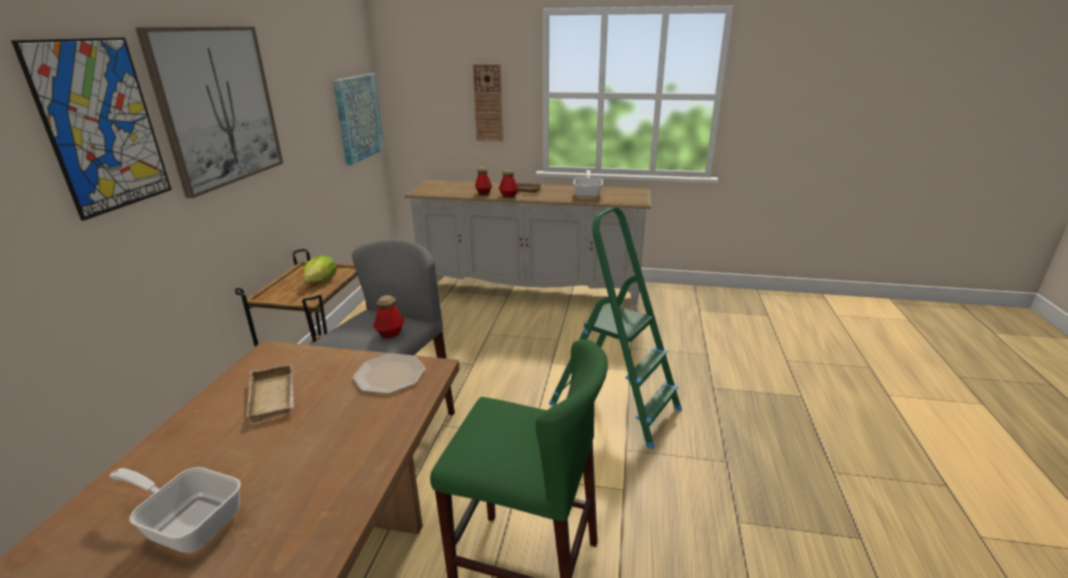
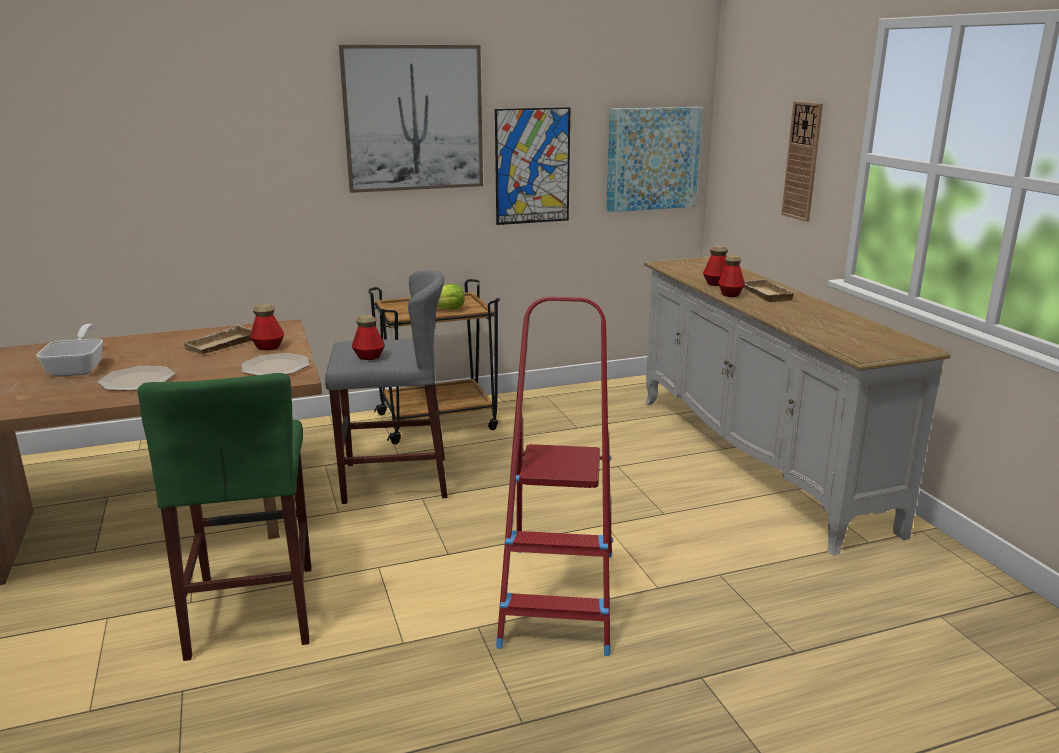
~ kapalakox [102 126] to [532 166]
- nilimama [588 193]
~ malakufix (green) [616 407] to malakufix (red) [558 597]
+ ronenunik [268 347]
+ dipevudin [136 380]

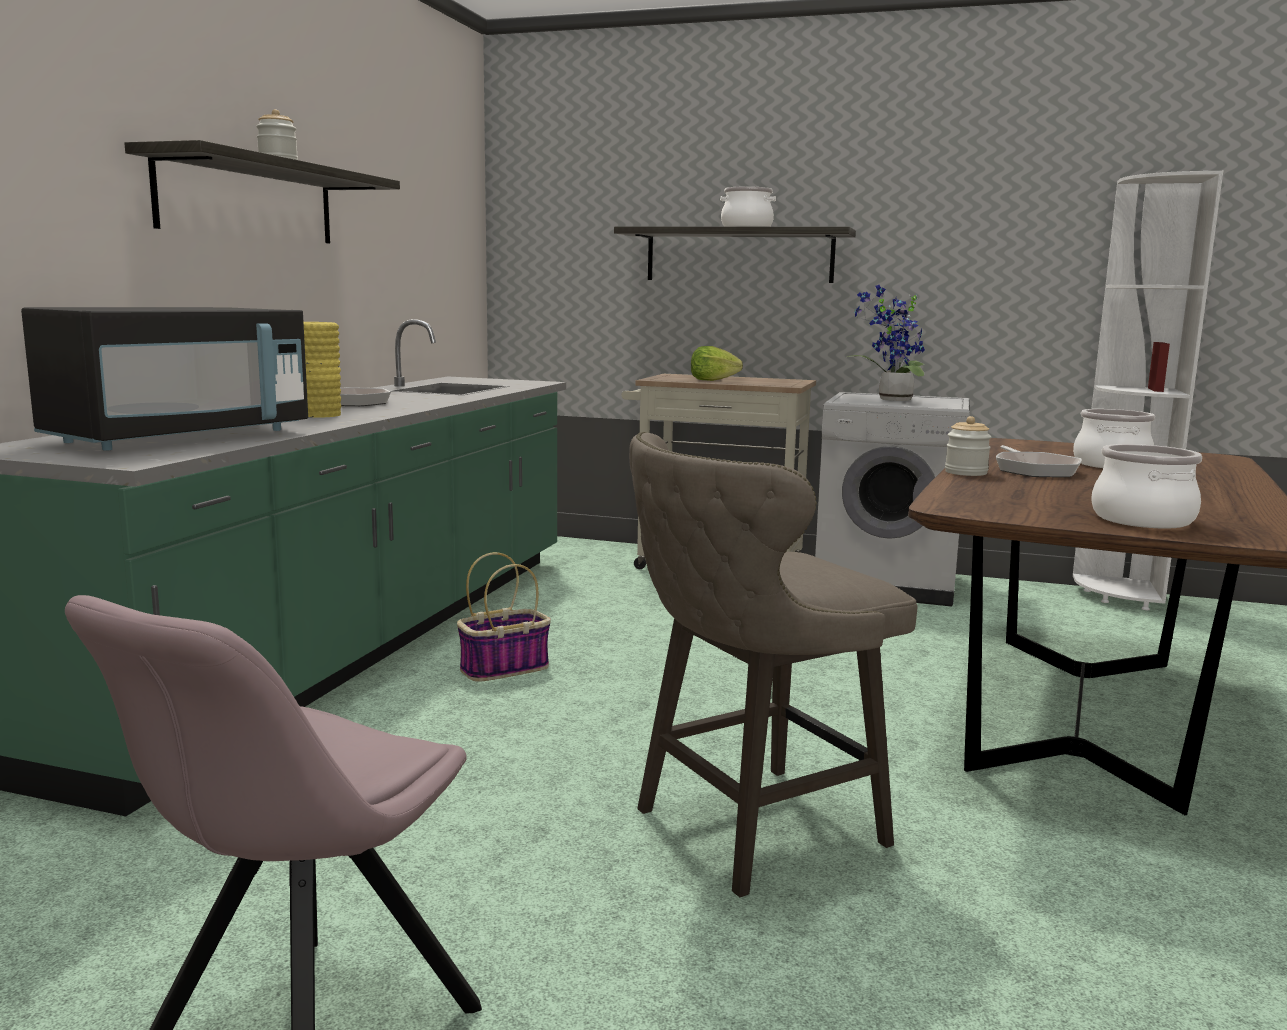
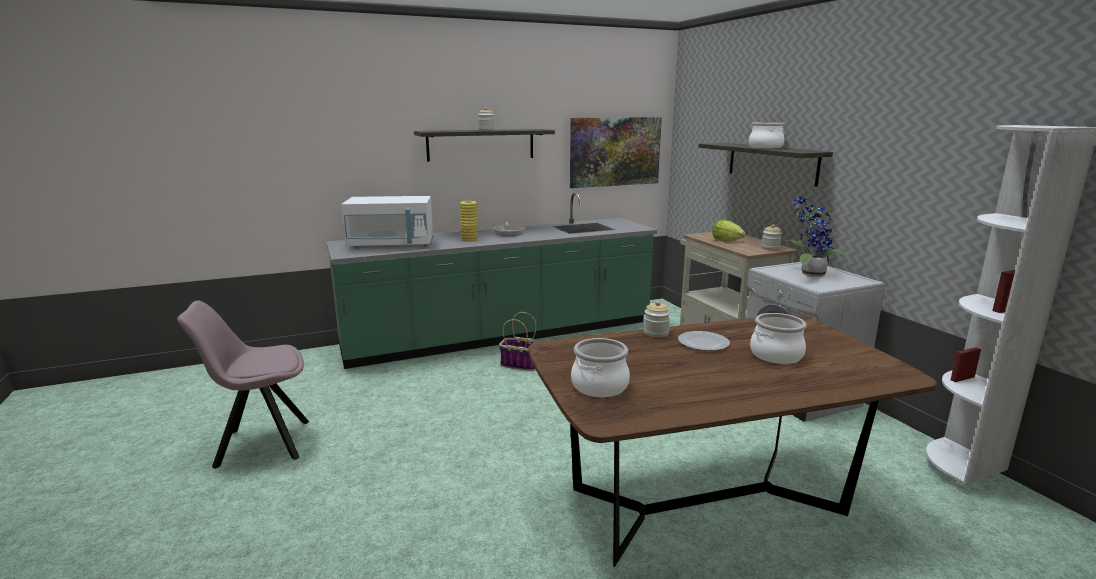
~ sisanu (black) [181 437] to sisanu (white) [392 245]
- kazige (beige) [750 829]
~ nilimama [1034 470] to dipevudin [704 343]
+ kapalakox [615 151]
+ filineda [770 248]

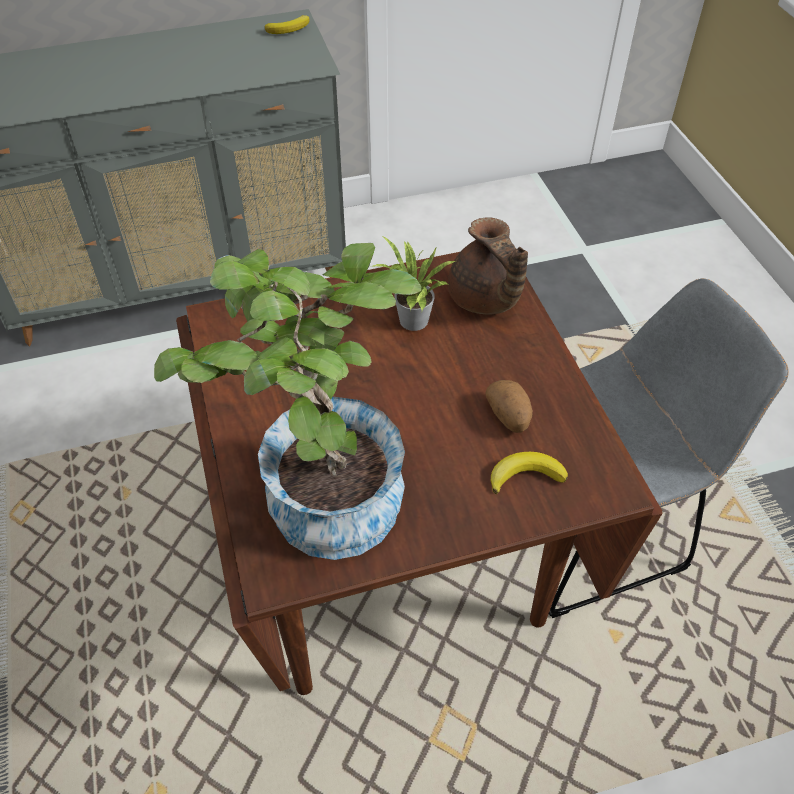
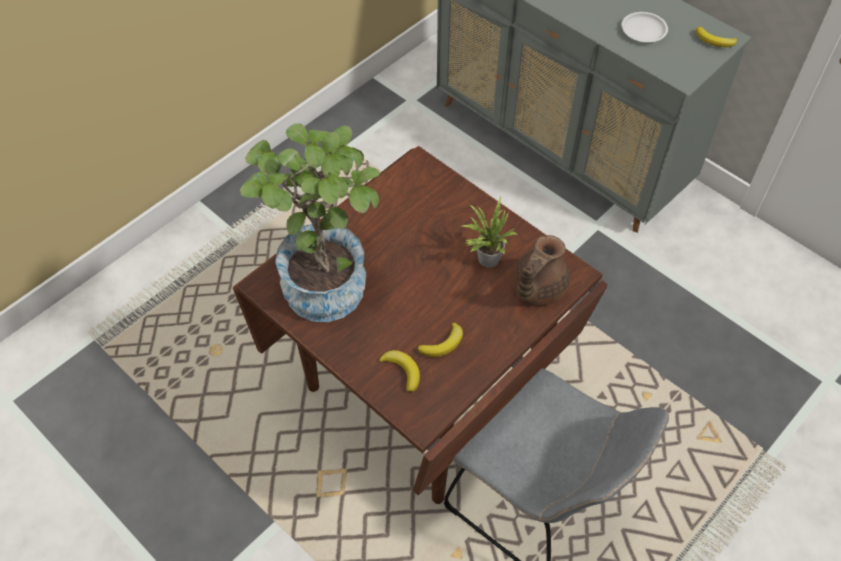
~ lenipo [509 417] to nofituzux [443 344]
+ dipevudin (white) [643 30]

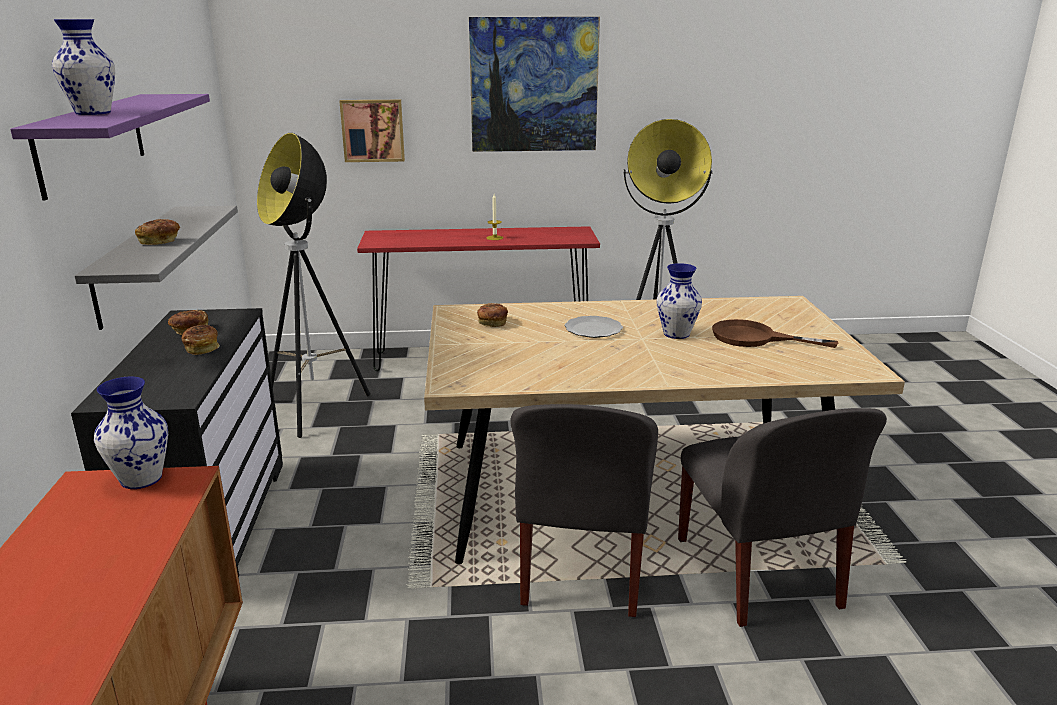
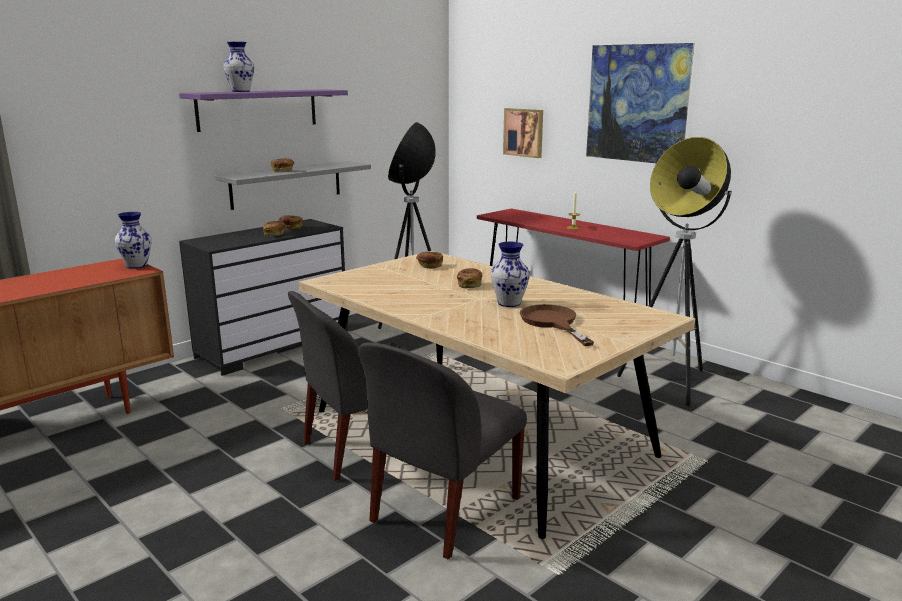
~ dipevudin [592 329] to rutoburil [470 285]

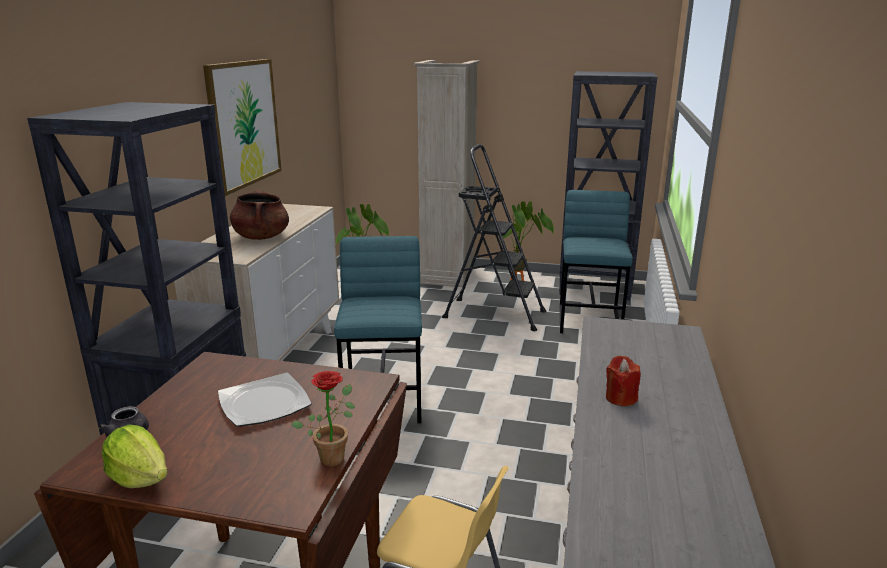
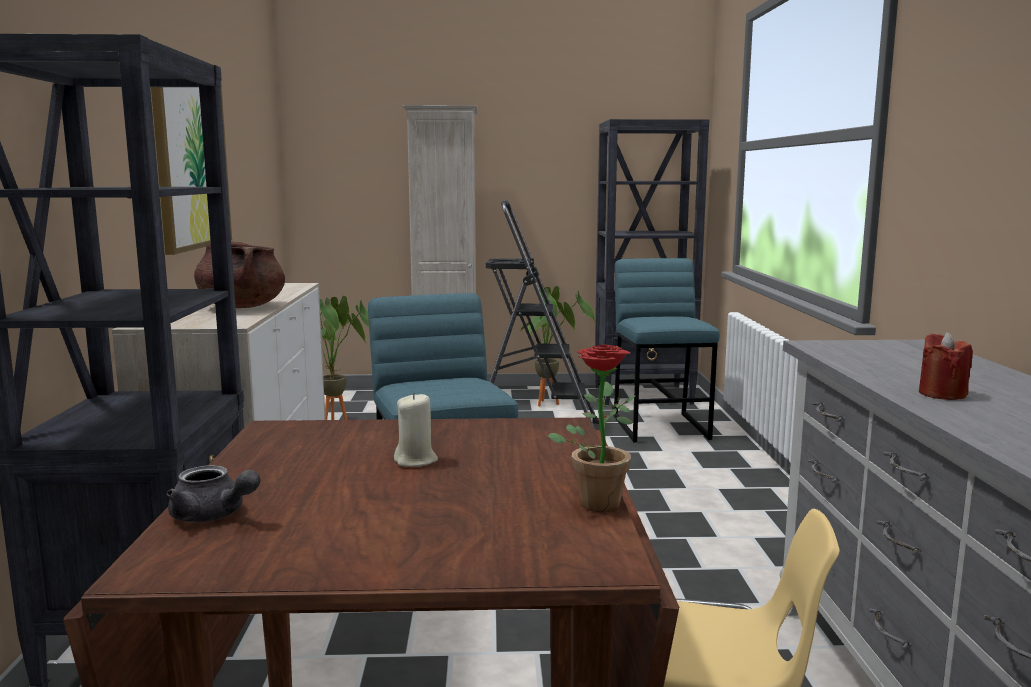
~ dipevudin [264 404] to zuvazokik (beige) [416 461]
- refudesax [140 477]

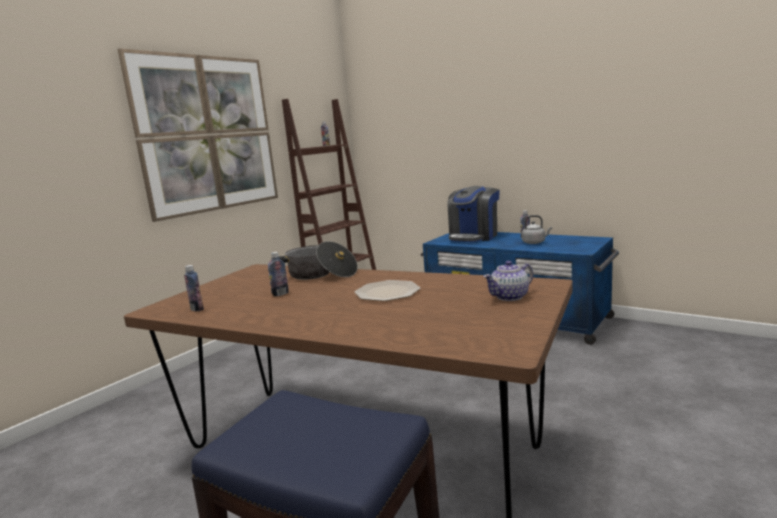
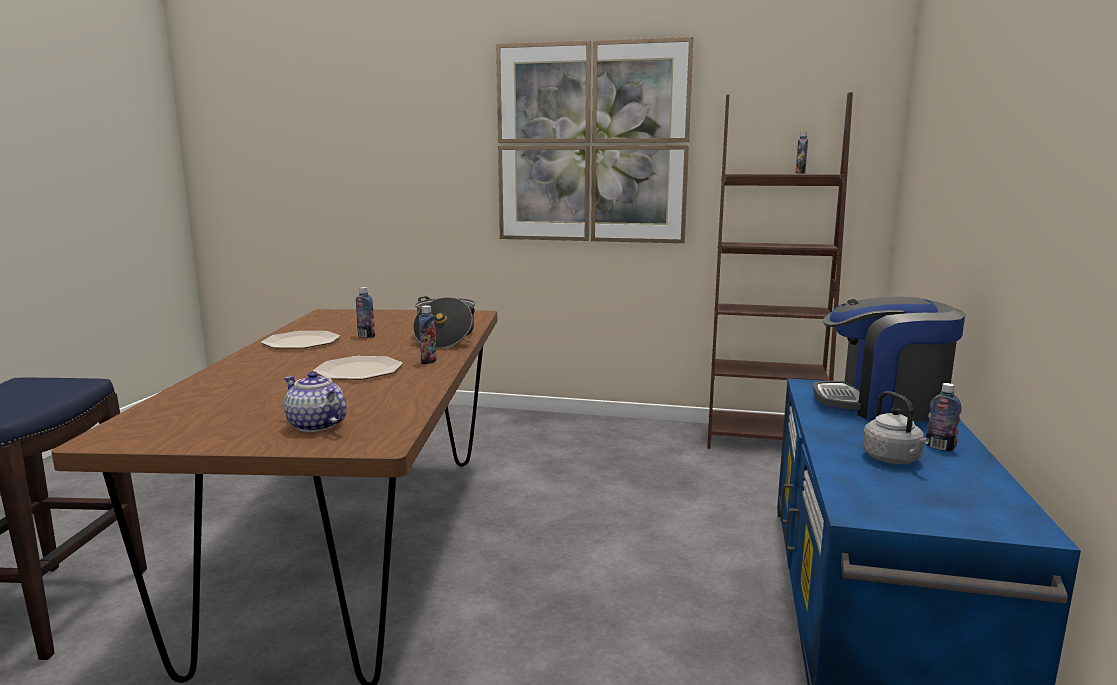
~ ronenunik [197 309] to [428 361]
+ dipevudin [301 342]

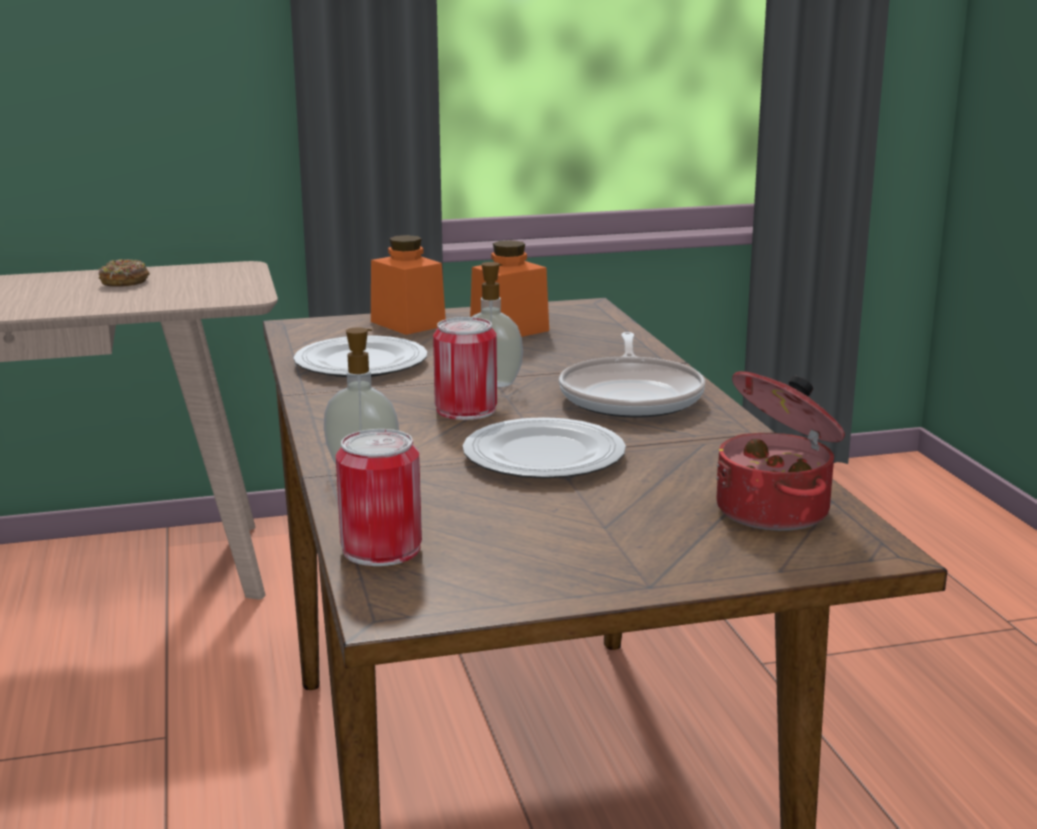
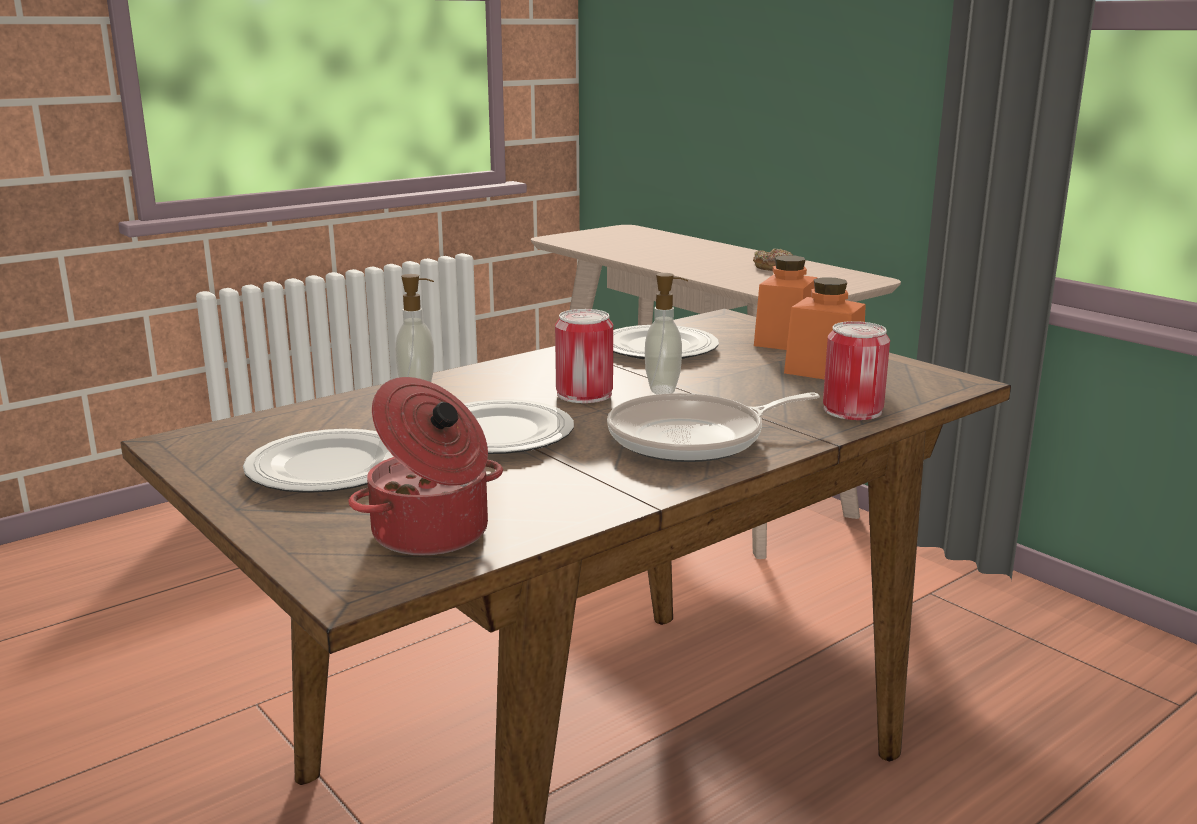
~ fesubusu [381 549] to [852 410]
+ dipevudin [328 469]

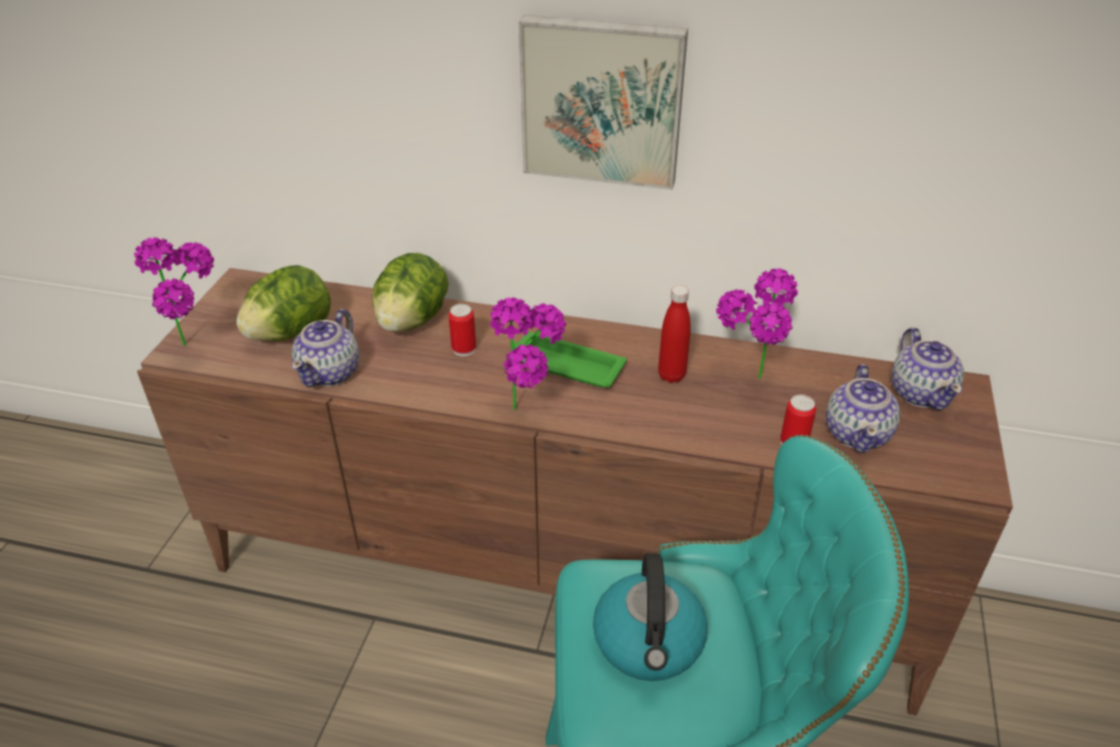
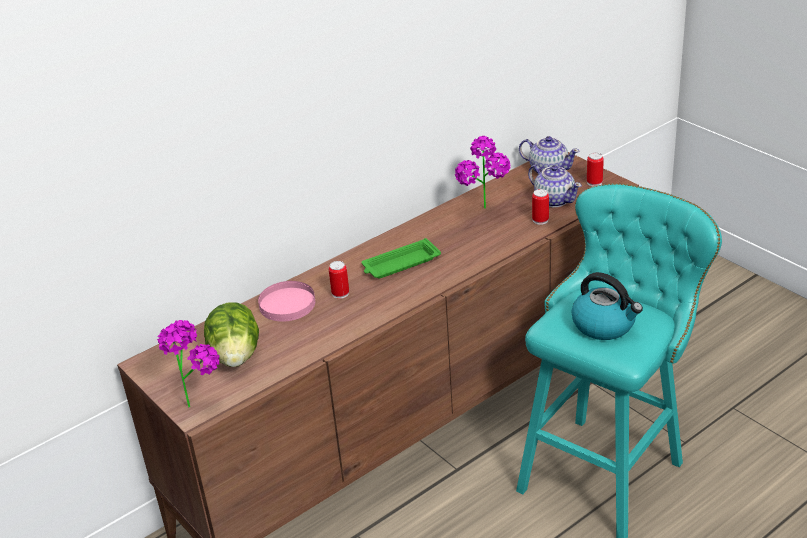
- kapalakox [602 101]
~ refudesax [412 321] to dipevudin (pink) [287 304]
- ronenunik (red) [671 376]
- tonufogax [531 412]
- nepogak [330 372]
+ fesubusu [594 182]

